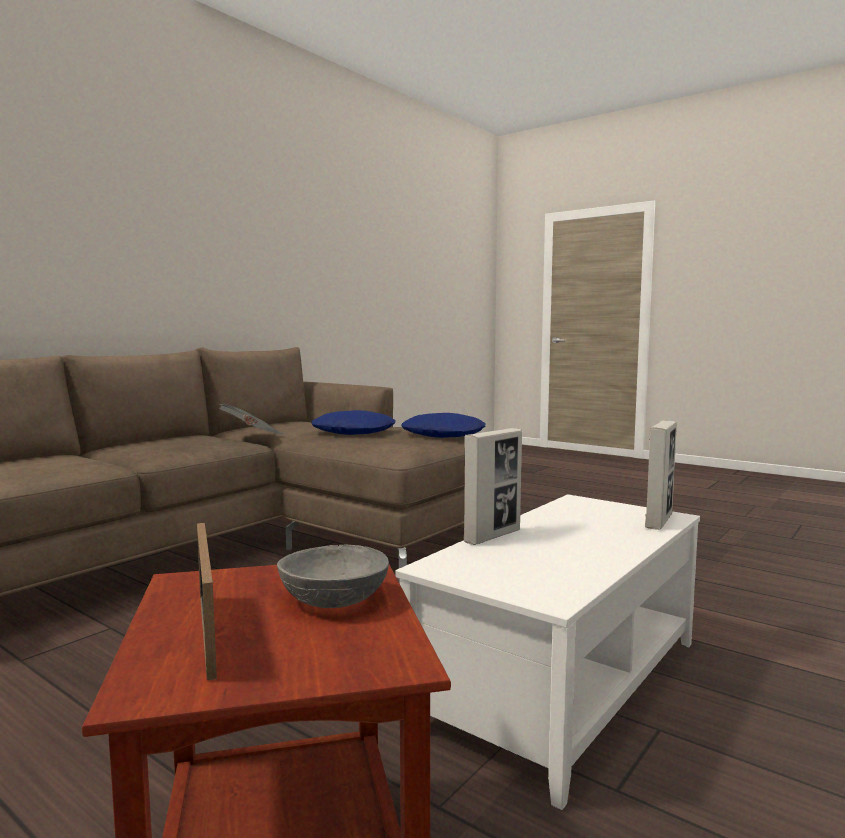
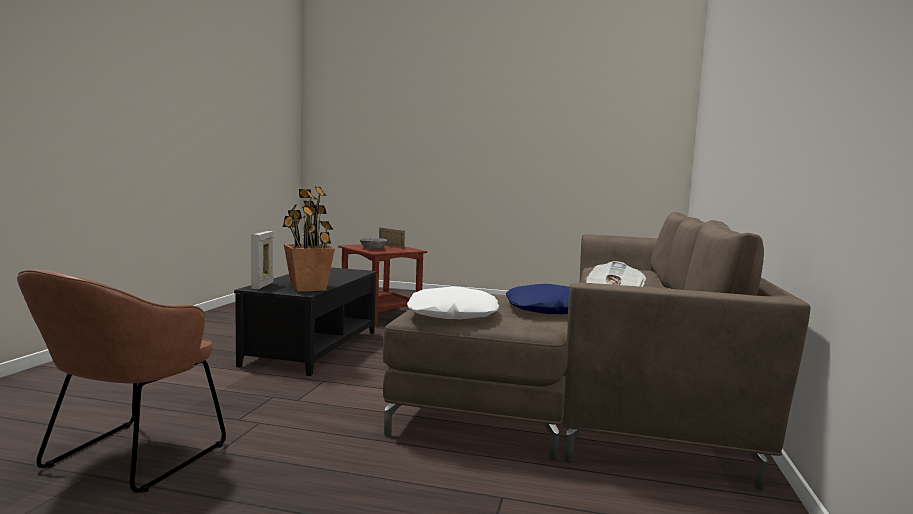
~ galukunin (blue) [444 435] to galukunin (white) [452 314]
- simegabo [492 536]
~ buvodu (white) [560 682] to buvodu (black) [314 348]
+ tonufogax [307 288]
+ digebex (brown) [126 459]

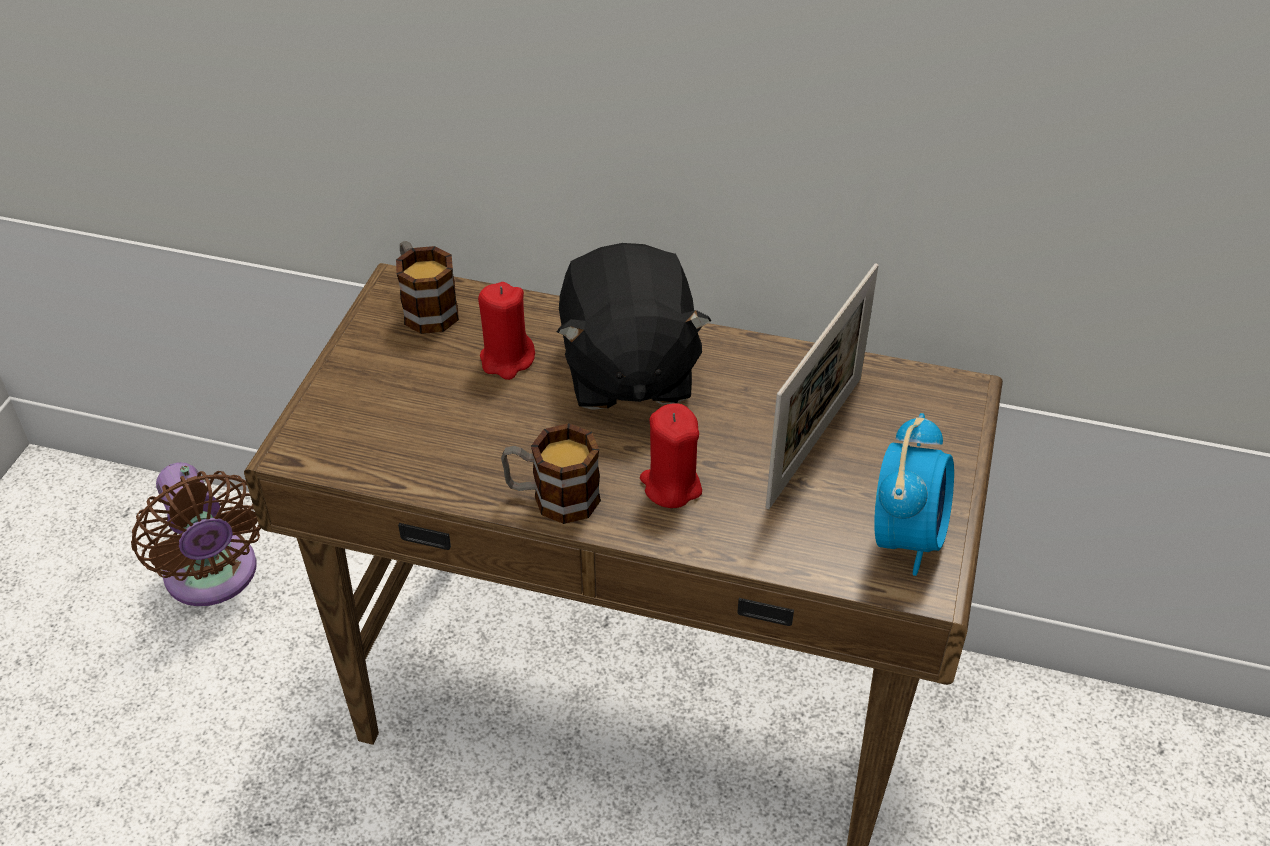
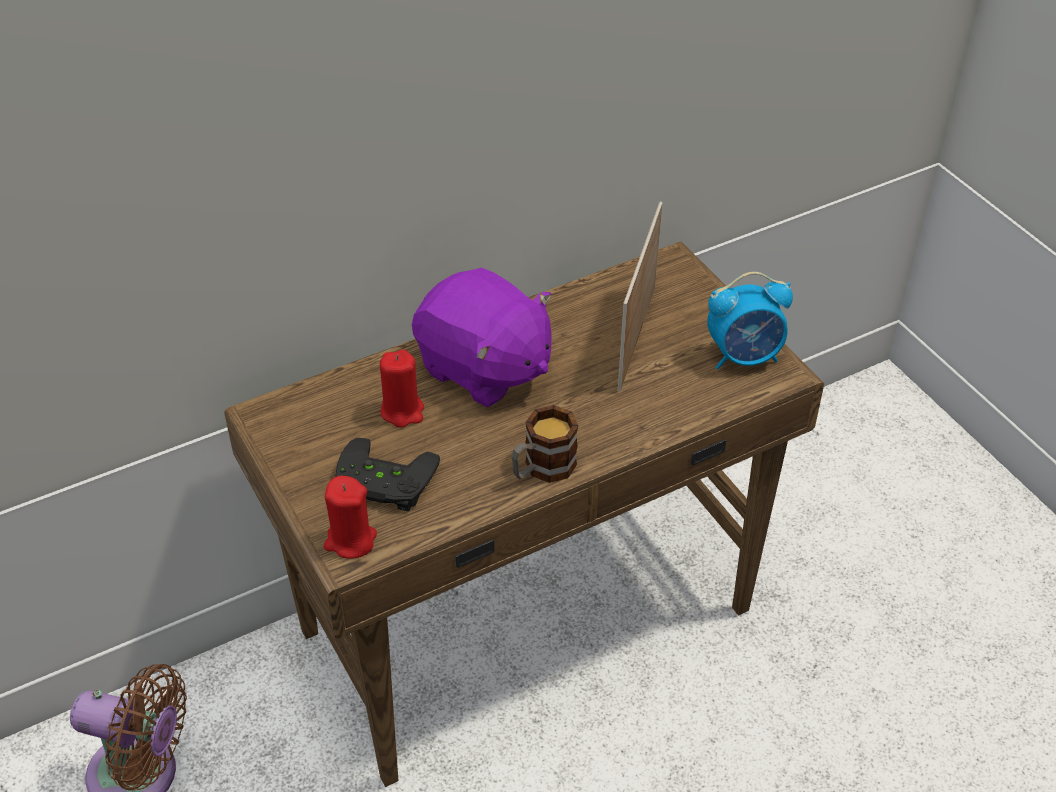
- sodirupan [425 307]
~ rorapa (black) [627 371] to rorapa (purple) [484 369]
~ simegabo [815 440] = [636 338] 150 degrees counterclockwise
~ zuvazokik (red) [671 486] to [350 540]
~ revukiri [907 537] = [744 356] 105 degrees clockwise
+ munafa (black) [382 484]

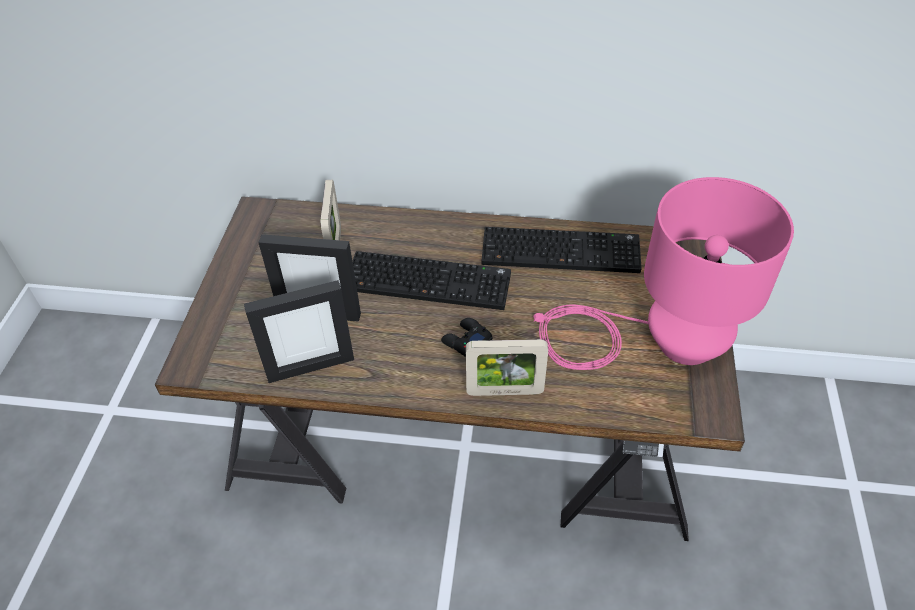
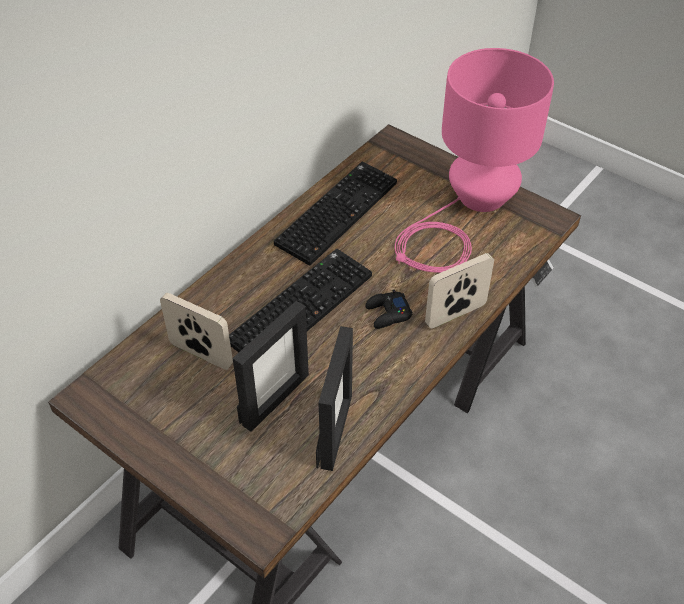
~ simegabo [504 391] = [455 314] 150 degrees counterclockwise

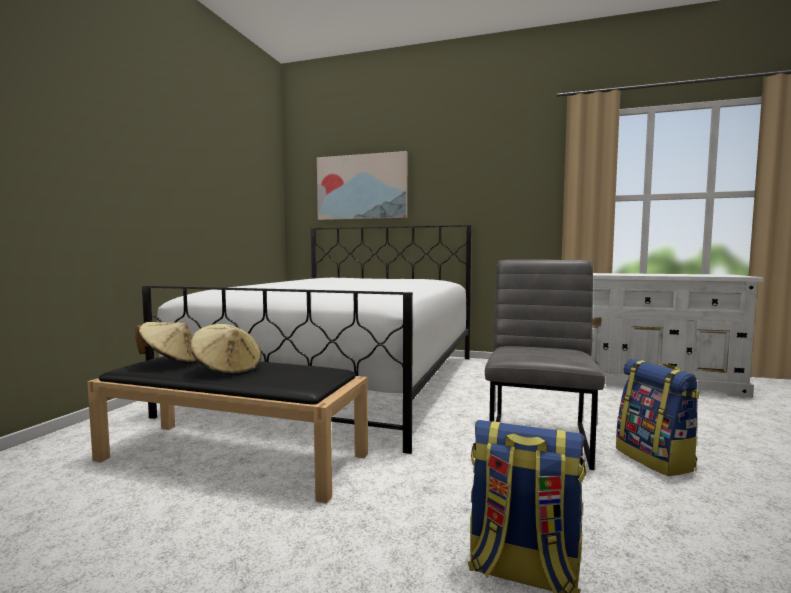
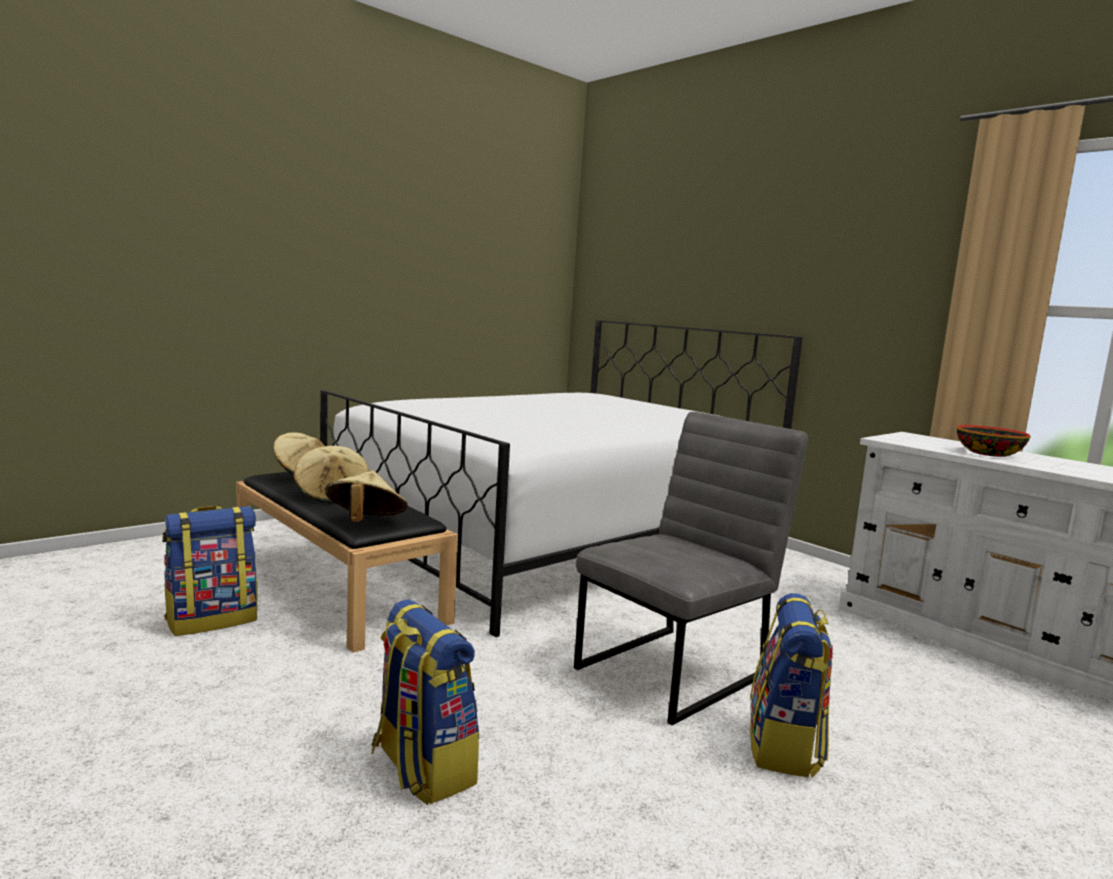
- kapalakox [362 187]
+ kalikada [988 454]
+ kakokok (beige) [365 524]
+ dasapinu [212 620]

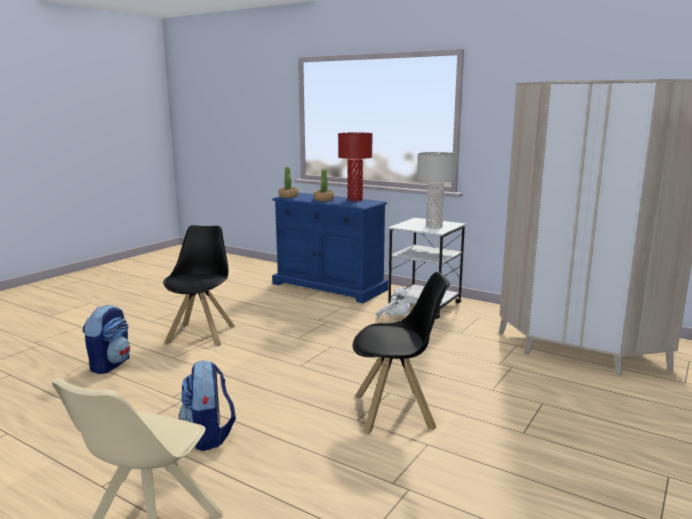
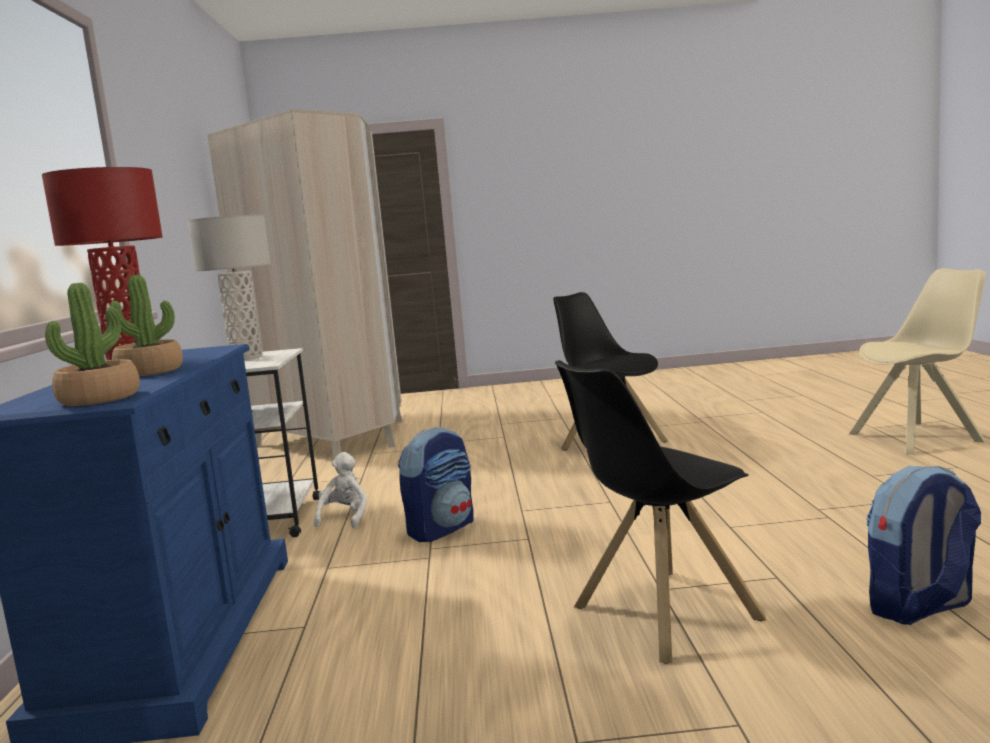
~ dasapinu [209 435] to [441 529]

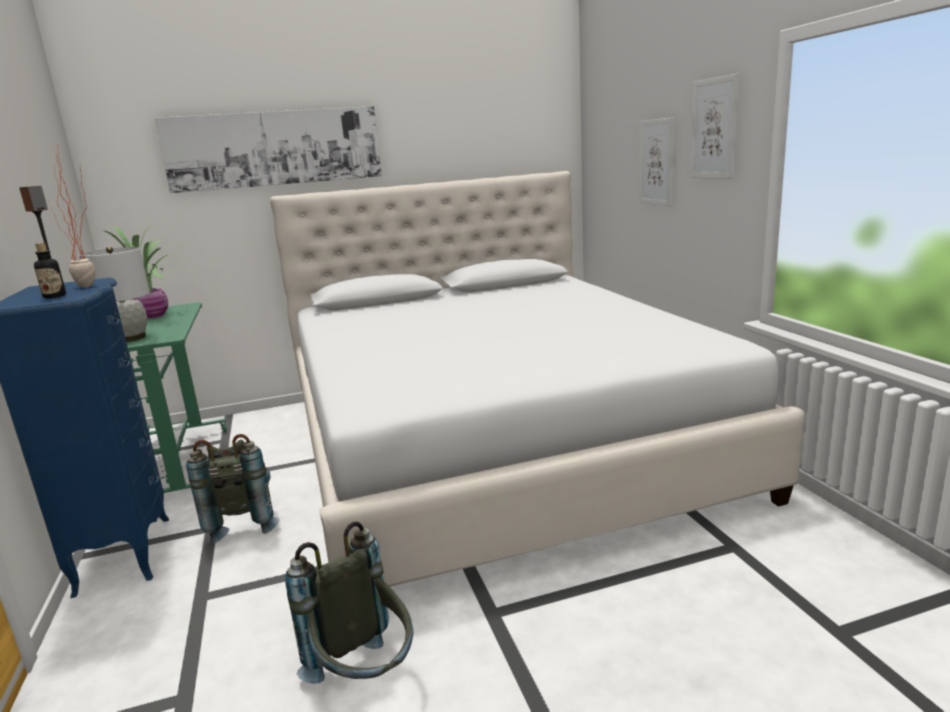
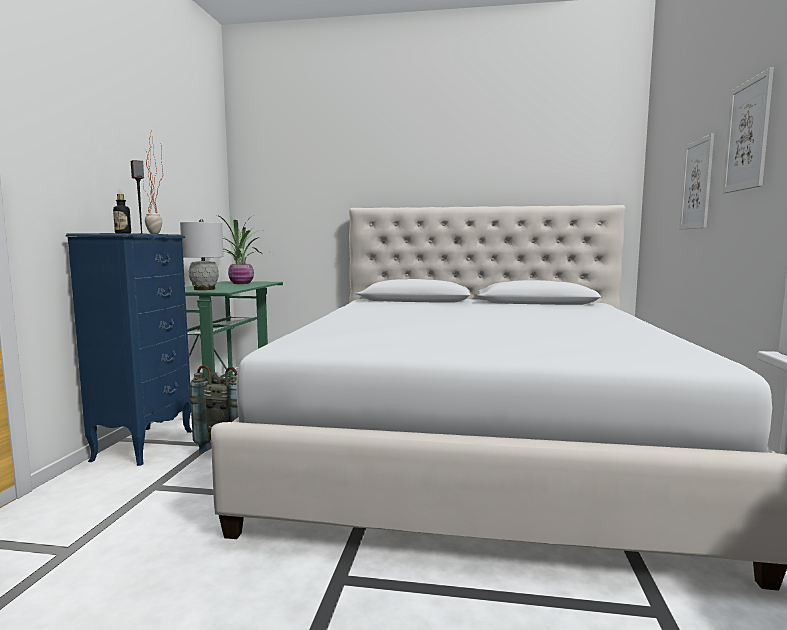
- kapalakox [274 148]
- dasapinu (grey) [365 678]

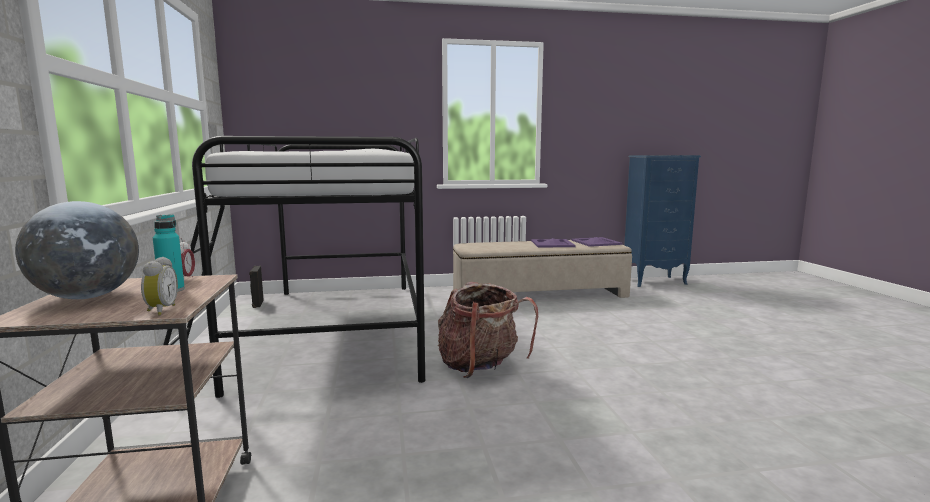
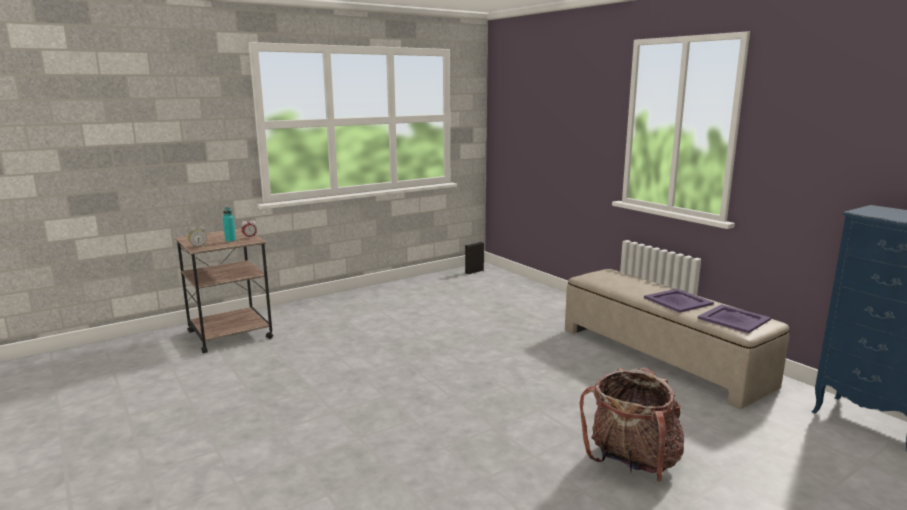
- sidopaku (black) [334 329]
- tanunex [87 297]
~ dasapinu [480 366] to [632 462]

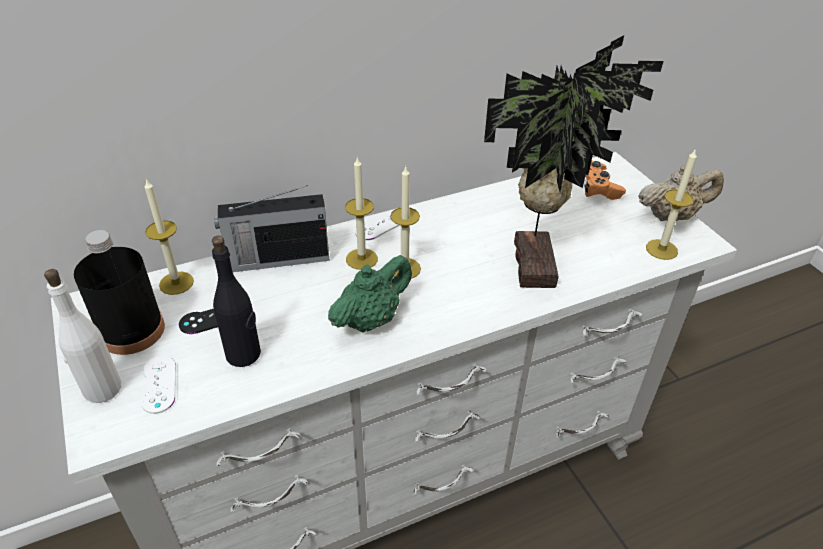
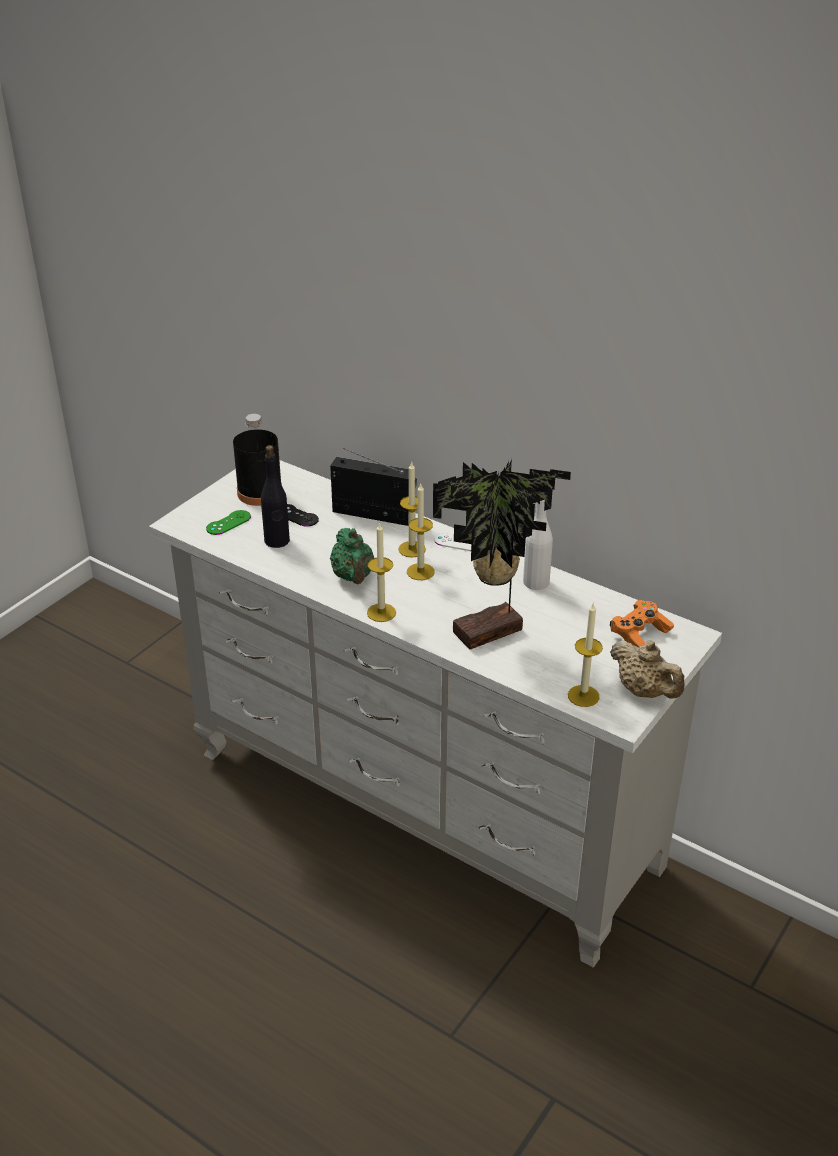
~ zuvazokik [176 283] to [381 612]
~ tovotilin [277 259] = [375 515] 150 degrees clockwise
~ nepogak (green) [371 319] = [353 577] 60 degrees clockwise
~ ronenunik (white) [102 389] to [535 582]
~ munafa (white) [159 384] to munafa (green) [228 523]

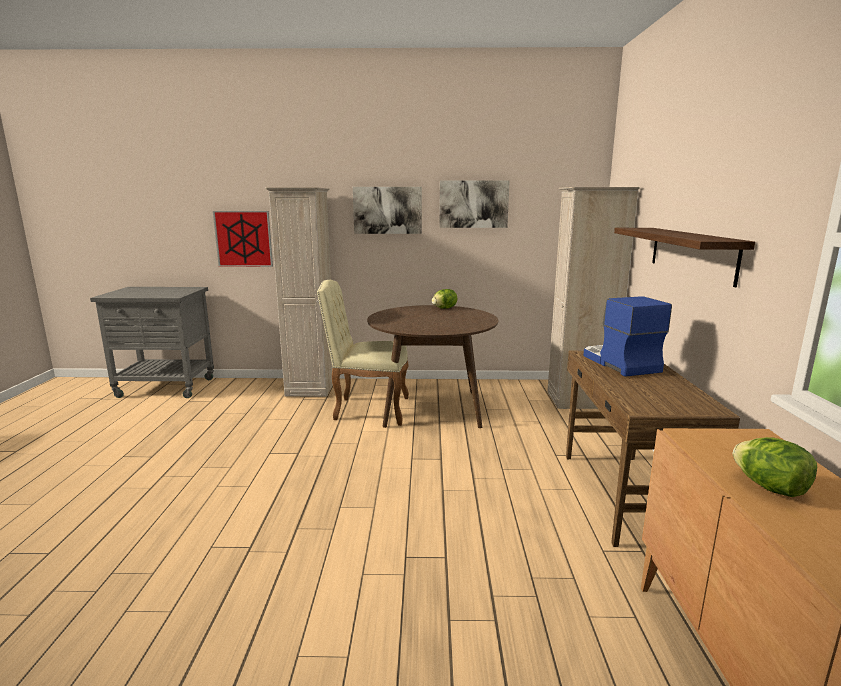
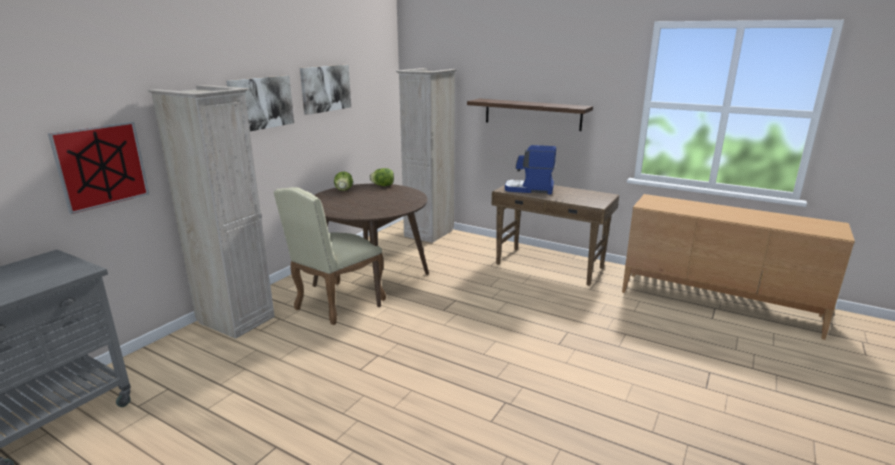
~ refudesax [770 488] to [383 185]

